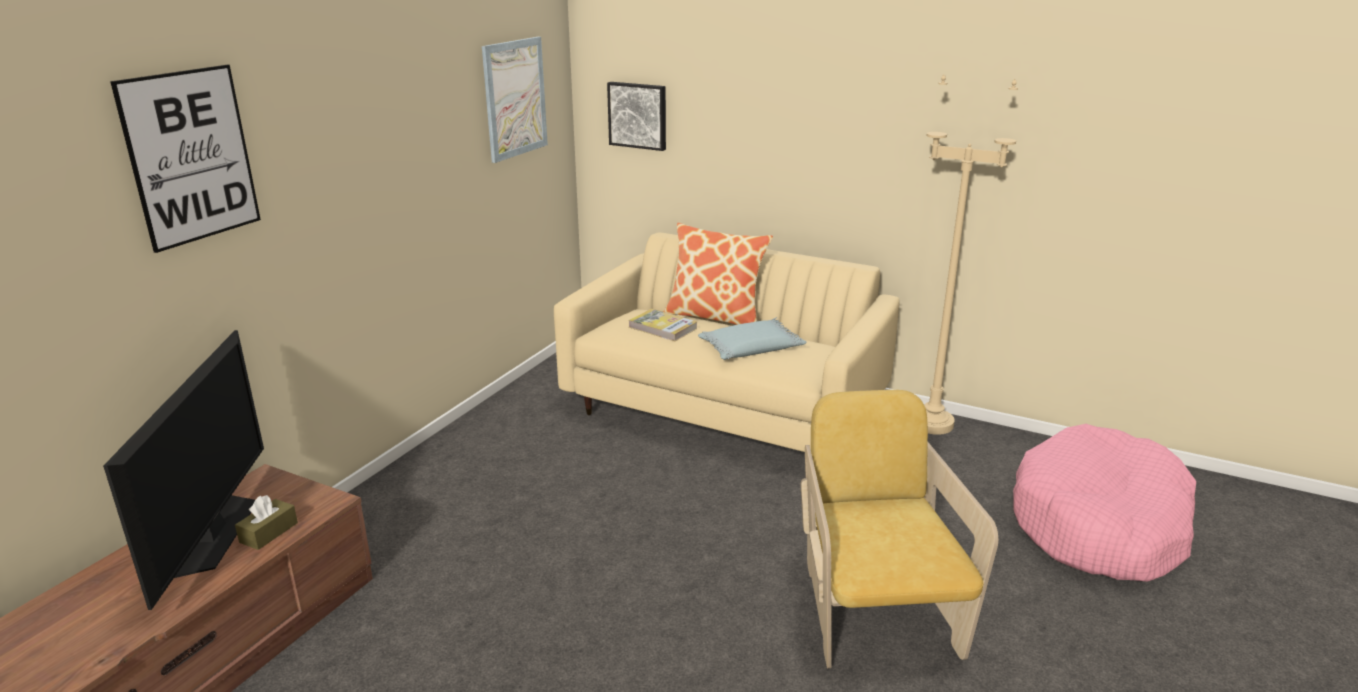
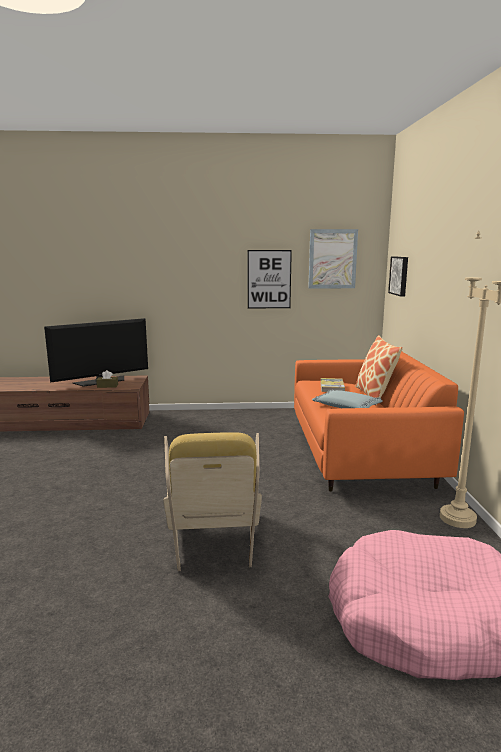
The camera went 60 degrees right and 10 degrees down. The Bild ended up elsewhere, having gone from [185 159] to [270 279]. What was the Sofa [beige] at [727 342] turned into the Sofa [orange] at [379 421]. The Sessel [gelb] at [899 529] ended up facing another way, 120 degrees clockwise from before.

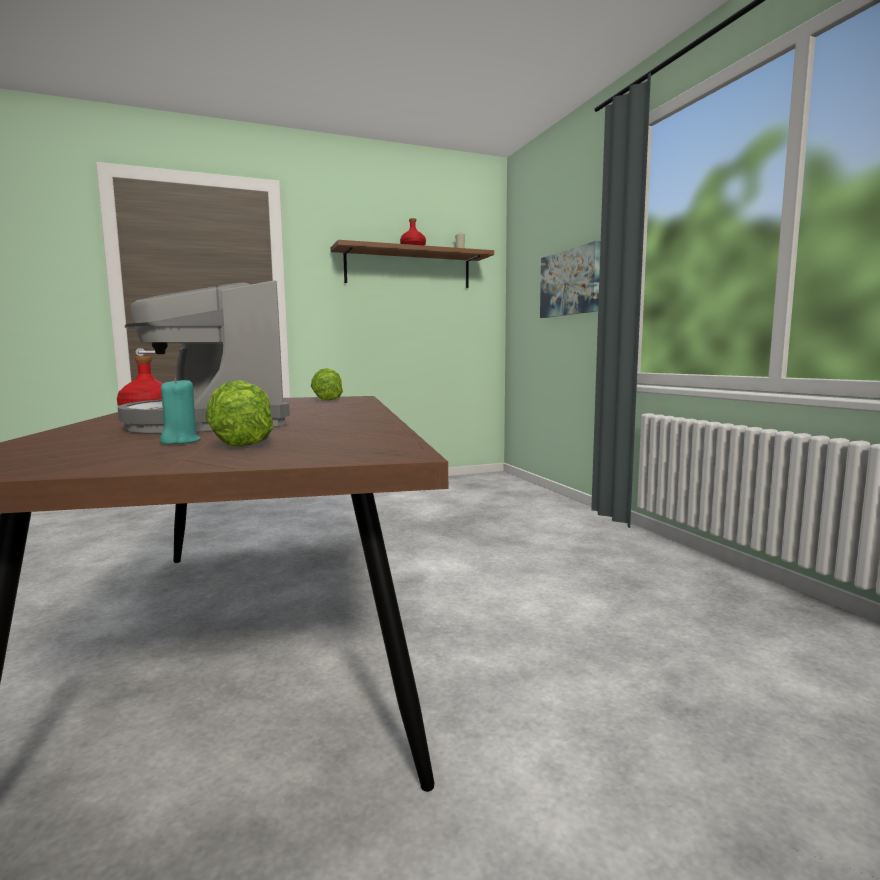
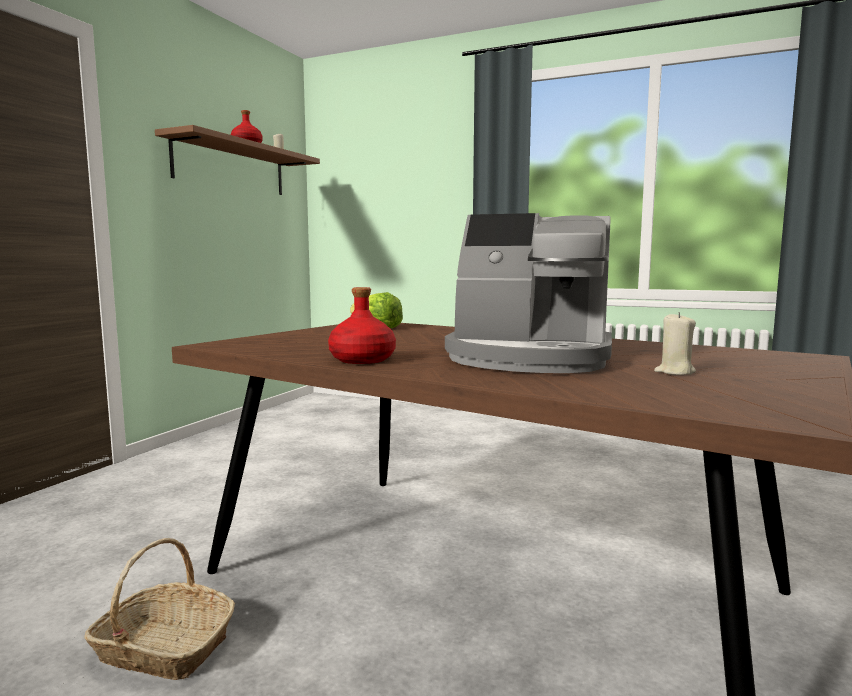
The camera went 45 degrees left and 0 degrees up. What was the Kerze [türkis] at [180 410] turned into the Kerze [beige] at [675 343]. The second view lost the Salatkopf at [239 413]. The second view lost the Bild at [570 279]. The second view gained the Korb at [160 609].

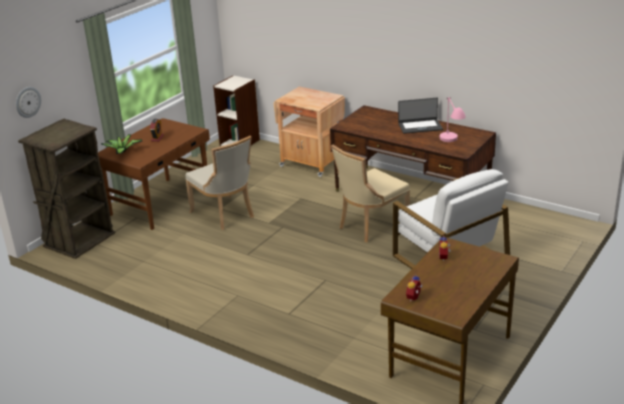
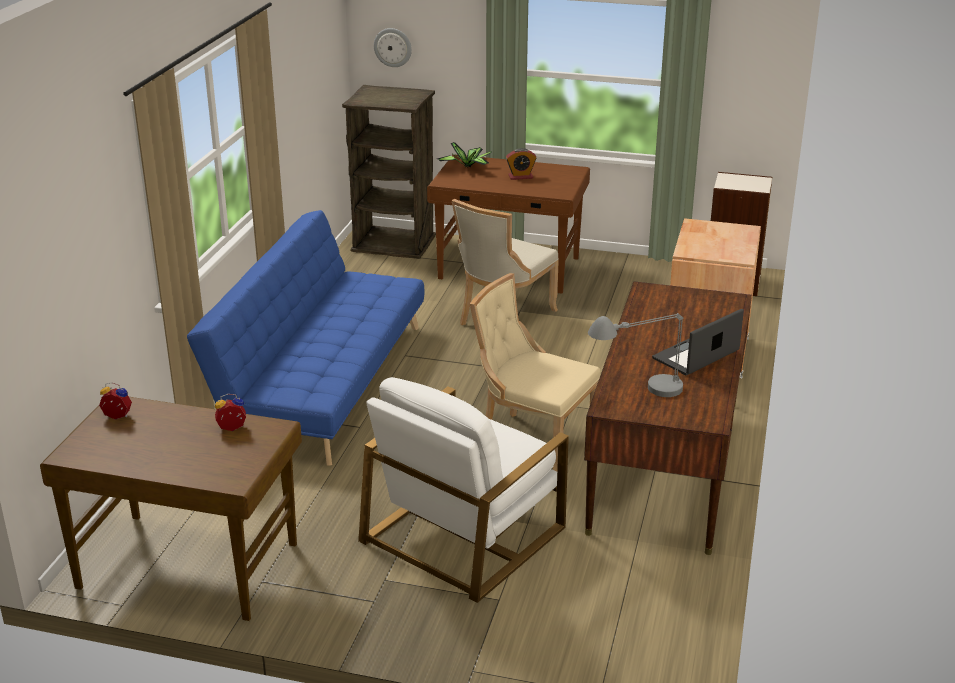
The camera went 70 degrees right and 0 degrees up. The Laptop at [420 116] ended up facing another way, 75 degrees clockwise from before. What was the Tischlampe [rosa] at [453 119] turned into the Tischlampe [grau] at [636 355]. The second view gained the Sofa [blau] at [305 338].

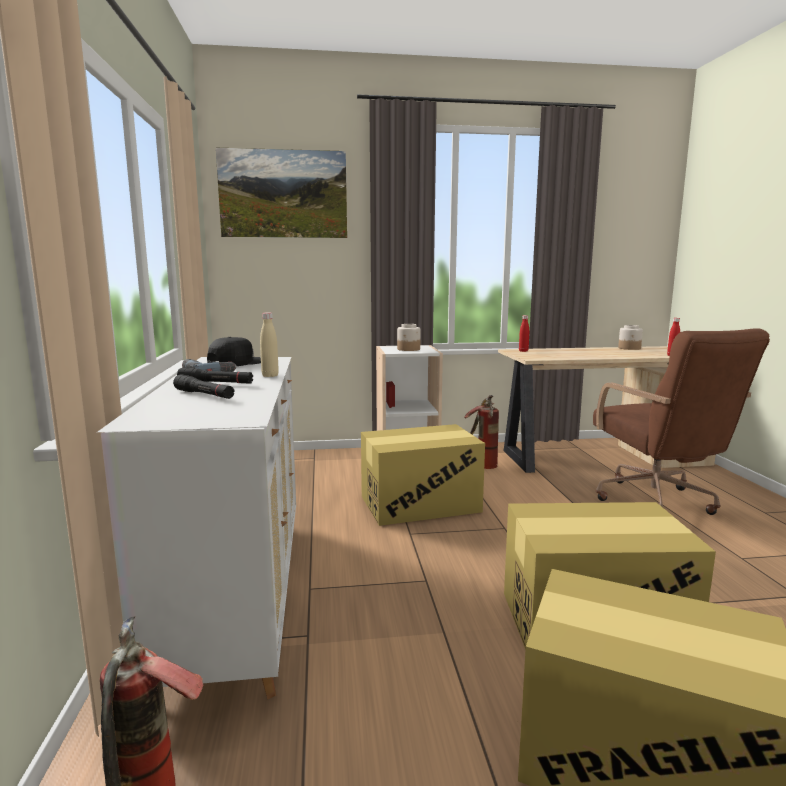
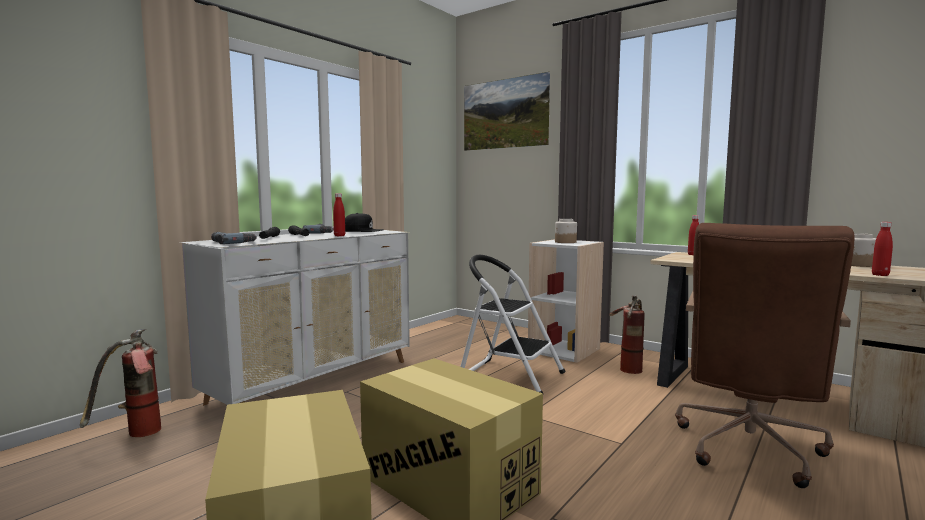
The camera went 45 degrees right and 5 degrees down. What was the Flasche [beige] at [269 344] turned into the Flasche [rot] at [339 214]. Where the Karton stood at [423 475], the Trittleiter came to stand at [513 324]. The second view gained the Bohrmaschine at [234 238].

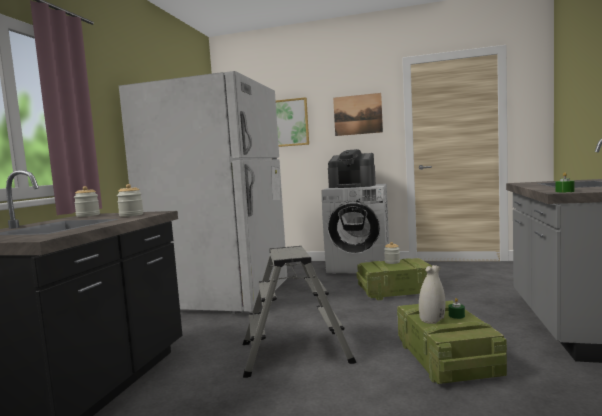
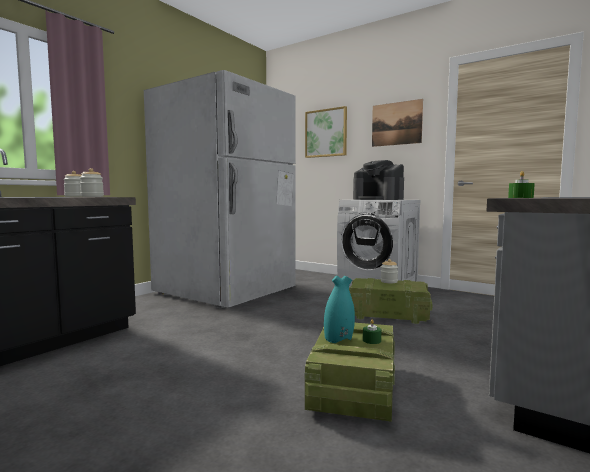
The camera went 20 degrees right and 0 degrees up. The second view lost the Trittleiter [grau] at [299 312]. What was the Vase [weiß] at [432 294] turned into the Vase [türkis] at [339 309].

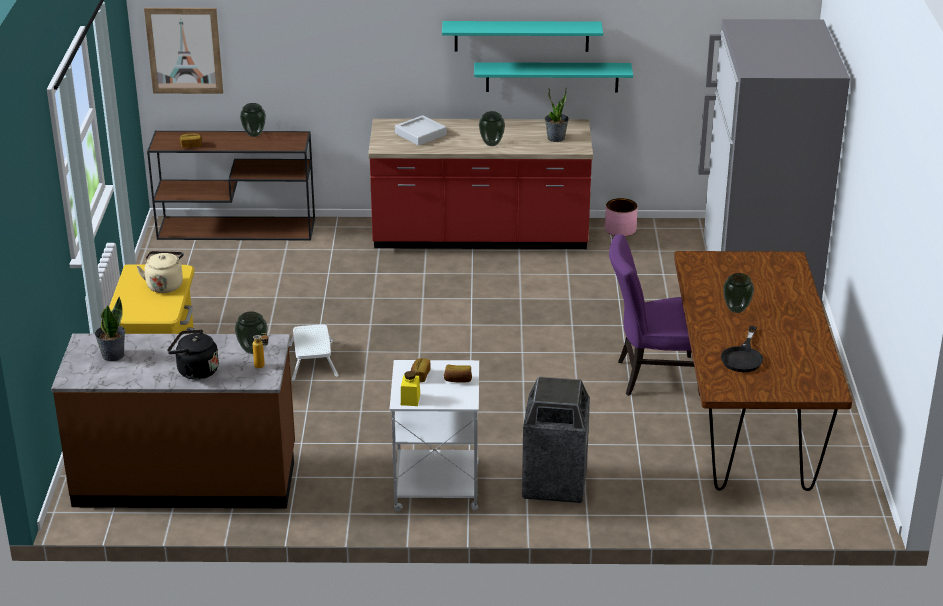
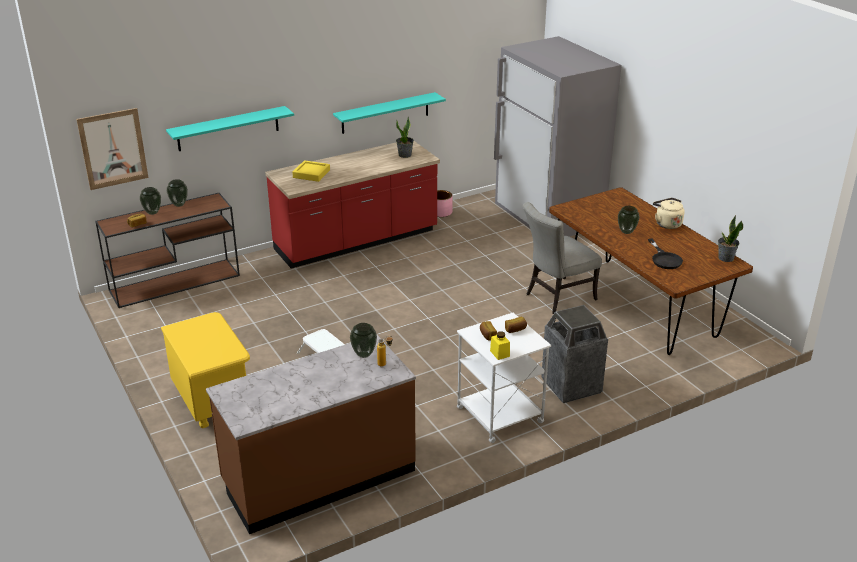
The camera went 30 degrees left and 0 degrees up. The Topfpflanze ended up elsewhere, having gone from [110 329] to [730 238]. The Wasserkessel [beige] ended up elsewhere, having gone from [160 272] to [669 213]. The second view lost the Wasserkessel [schwarz] at [193 355]. What was the Tablett [grau] at [421 130] turned into the Tablett [gelb] at [311 171]. The Wandregal [türkis] ended up elsewhere, having gone from [522 36] to [230 128]. The Vase ended up elsewhere, having gone from [492 128] to [150 201]. What was the Stuhl [lila] at [654 315] turned into the Stuhl [grau] at [562 258].

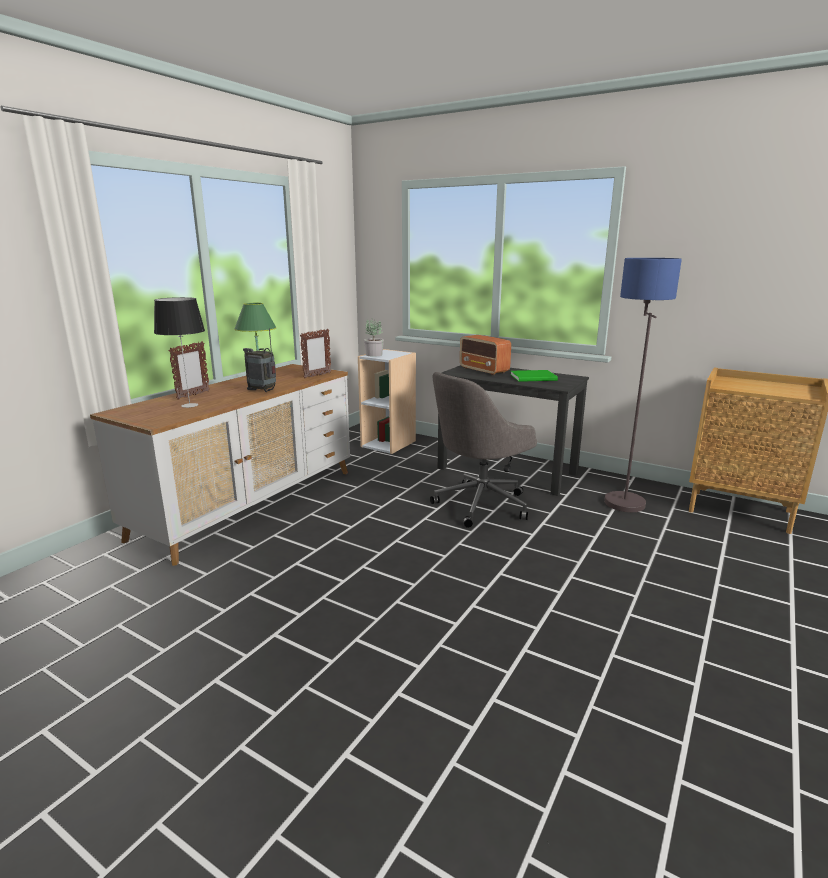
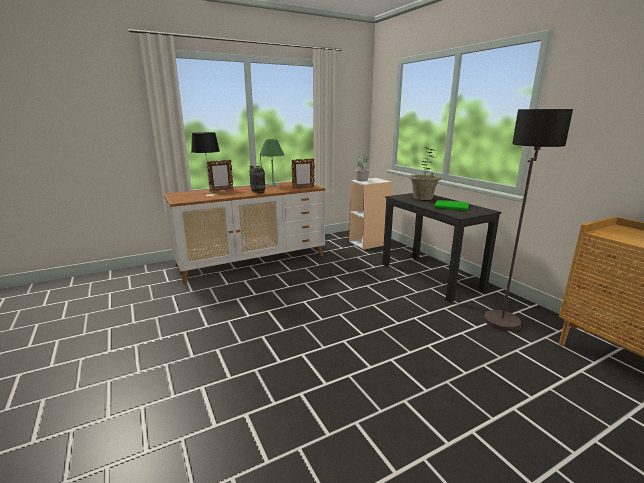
The camera went 30 degrees right and 0 degrees up. The second view lost the Bürostuhl [grau] at [483 450]. Where the Radio stood at [485 355], the Topfpflanze came to stand at [425 173]. What was the Stehlampe [blau] at [643 385] turned into the Stehlampe [schwarz] at [528 220].

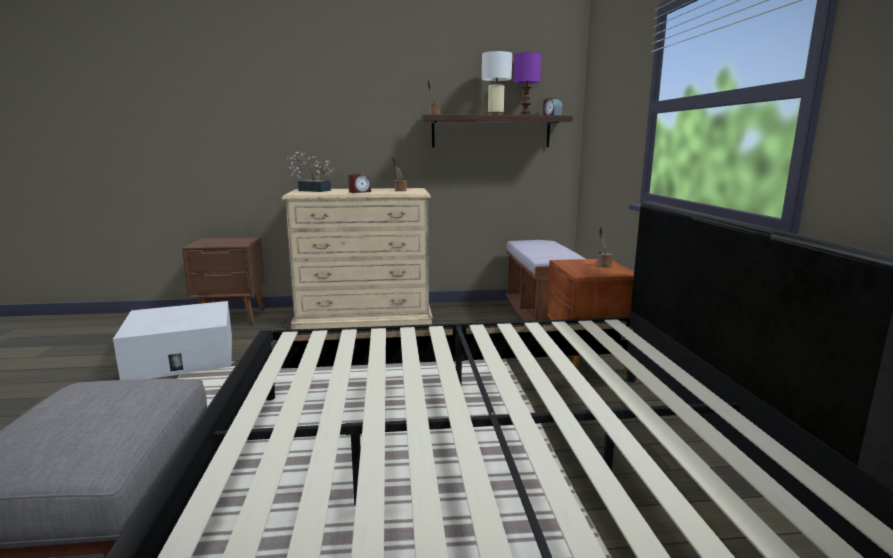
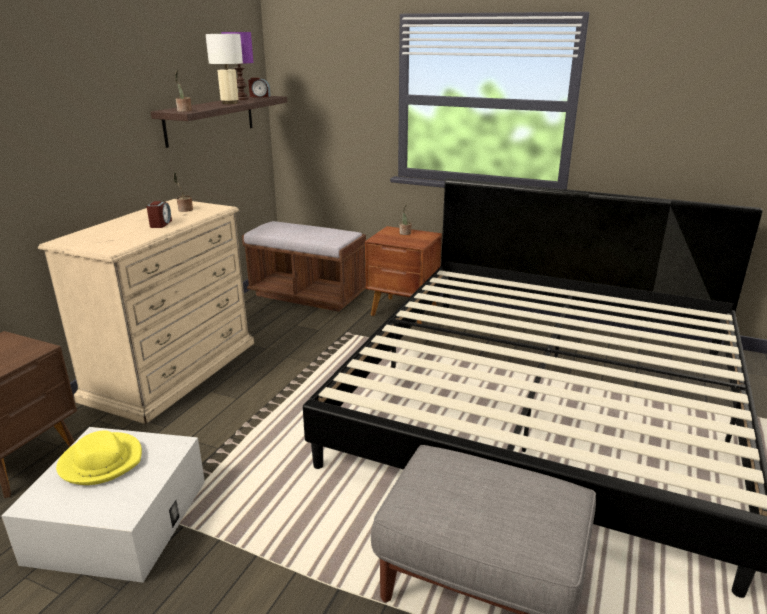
The camera went 60 degrees left and 10 degrees up. The second view lost the Topfpflanze at [311 171]. The second view gained the Hut [gelb] at [99 458].

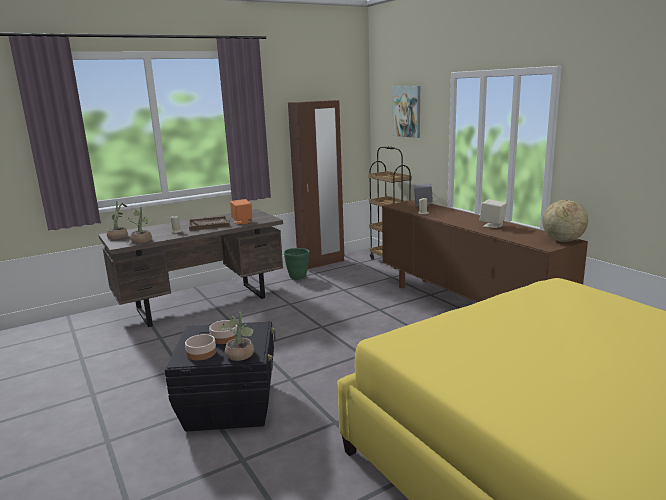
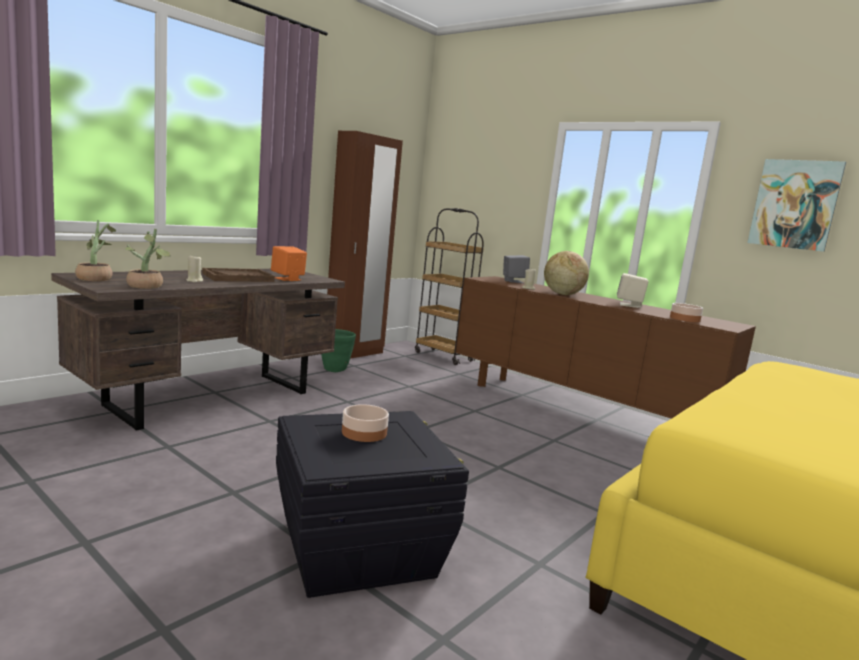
The camera went 20 degrees left and 5 degrees down. The Schüssel ended up elsewhere, having gone from [200 347] to [686 312]. The second view lost the Topfpflanze at [237 336]. The Bild ended up elsewhere, having gone from [406 112] to [796 205]. The Globus ended up elsewhere, having gone from [565 221] to [566 273].

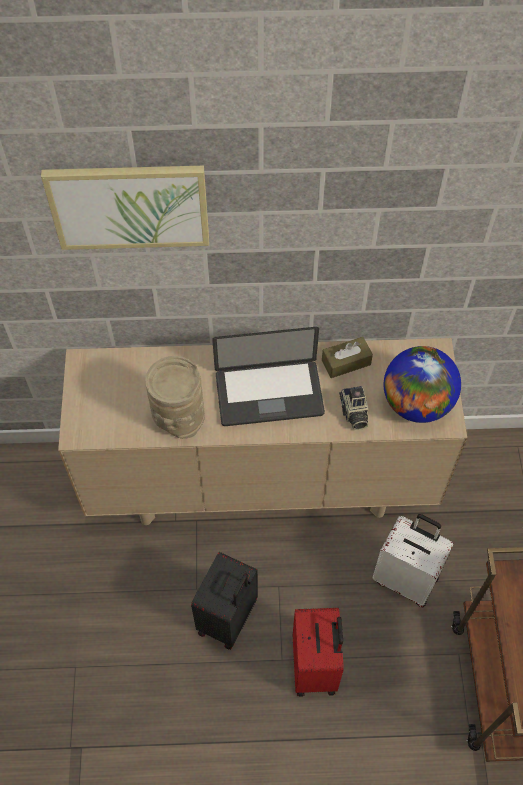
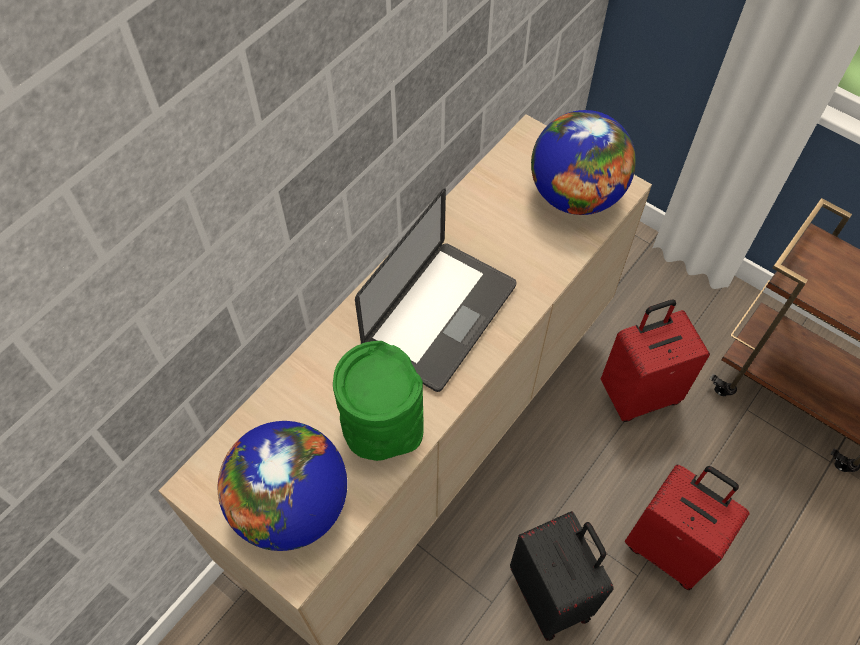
The camera went 50 degrees left and 0 degrees up. The second view lost the Bild at [125 208]. What was the Vase [beige] at [175 397] turned into the Vase [grün] at [378 401]. The second view lost the Taschentuchbox [braun] at [347 357]. The second view lost the Kamera at [353 408]. What was the Koffer [weiß] at [413 560] turned into the Koffer [rot] at [655 360]. The second view gained the Globus at [282 486].

